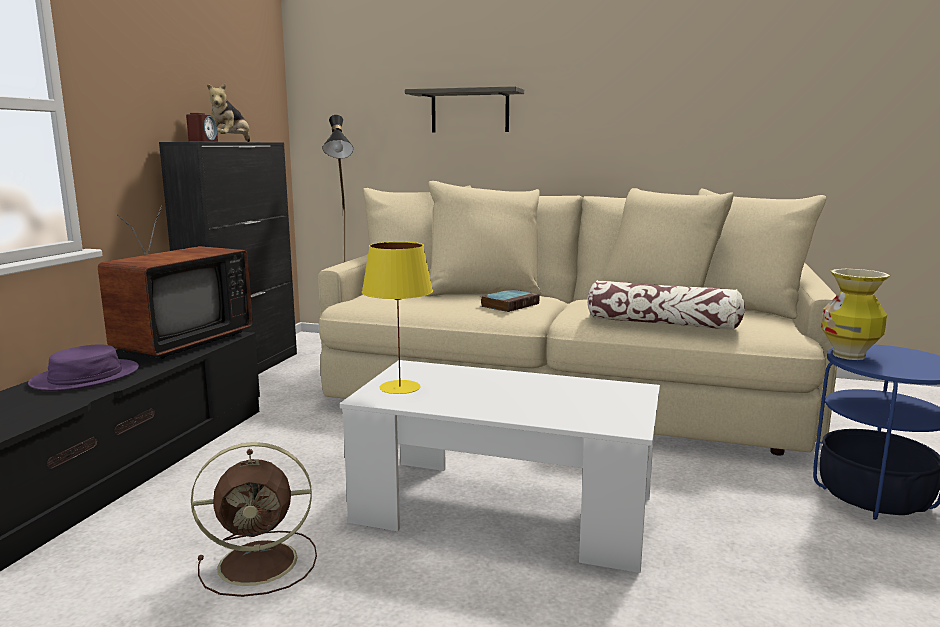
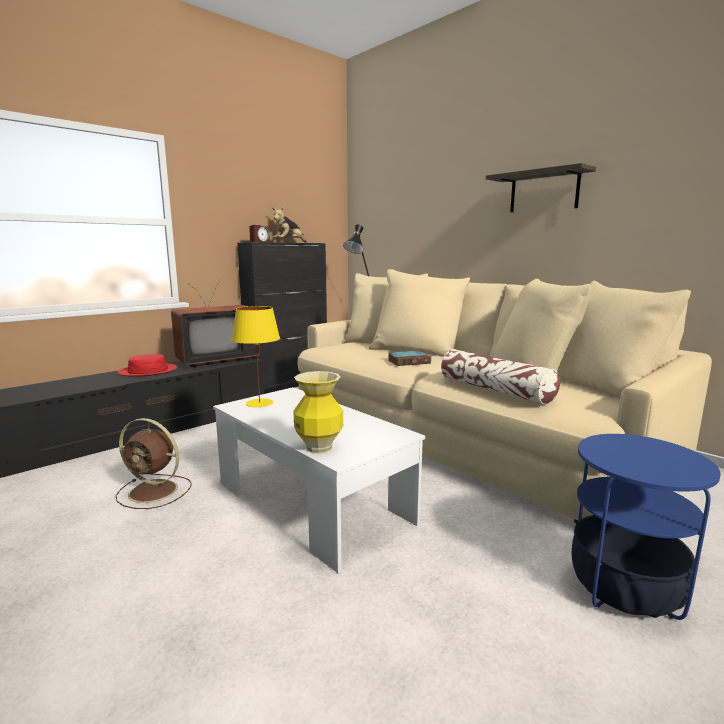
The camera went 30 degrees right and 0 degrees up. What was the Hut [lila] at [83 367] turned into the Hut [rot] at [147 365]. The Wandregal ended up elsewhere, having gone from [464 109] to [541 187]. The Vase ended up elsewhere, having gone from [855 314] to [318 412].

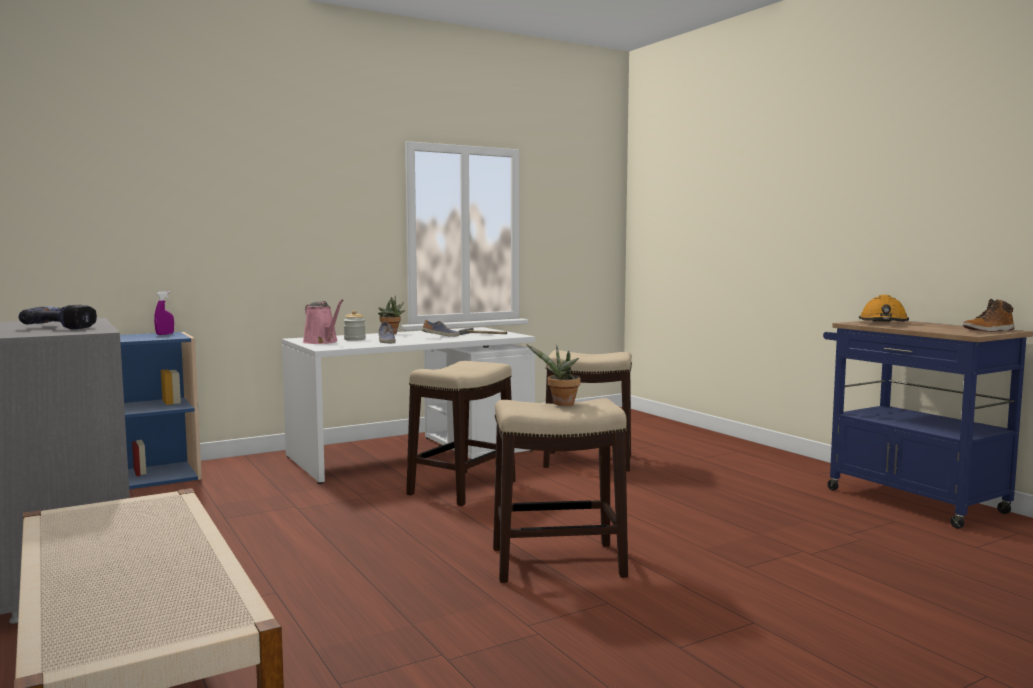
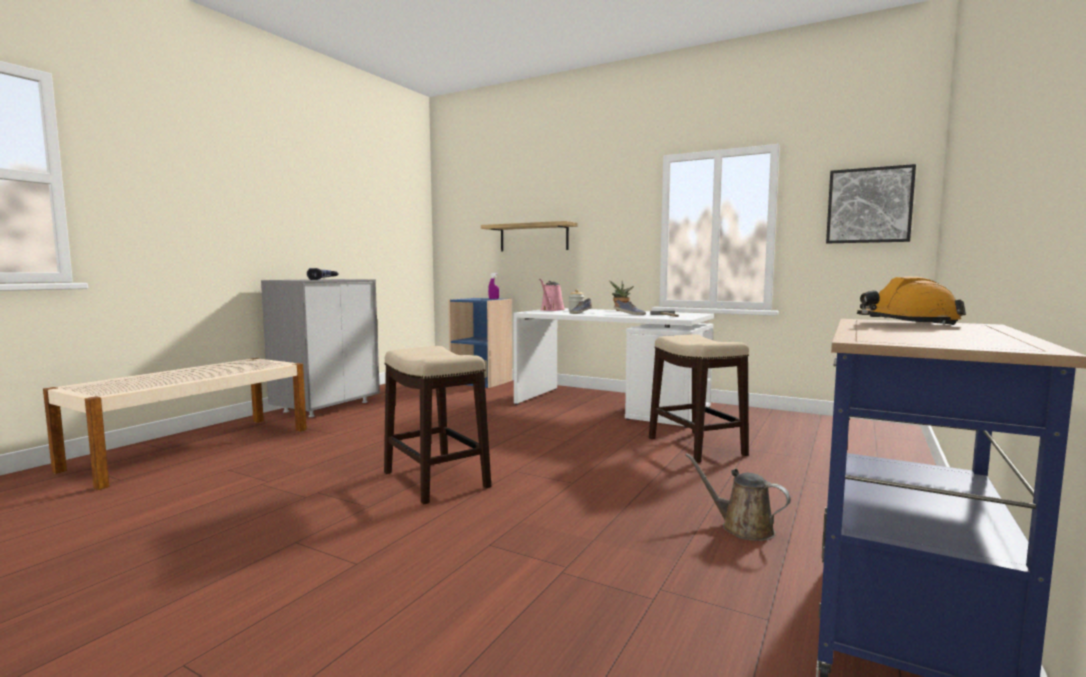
The camera went 60 degrees right and 0 degrees up. The second view lost the Hocker at [461 433]. The second view lost the Topfpflanze at [553 375]. The second view lost the Stiefel at [988 315]. The second view gained the Wandregal at [529 236]. The second view gained the Gießkanne [braun] at [738 497]. The second view gained the Bild at [871 203].

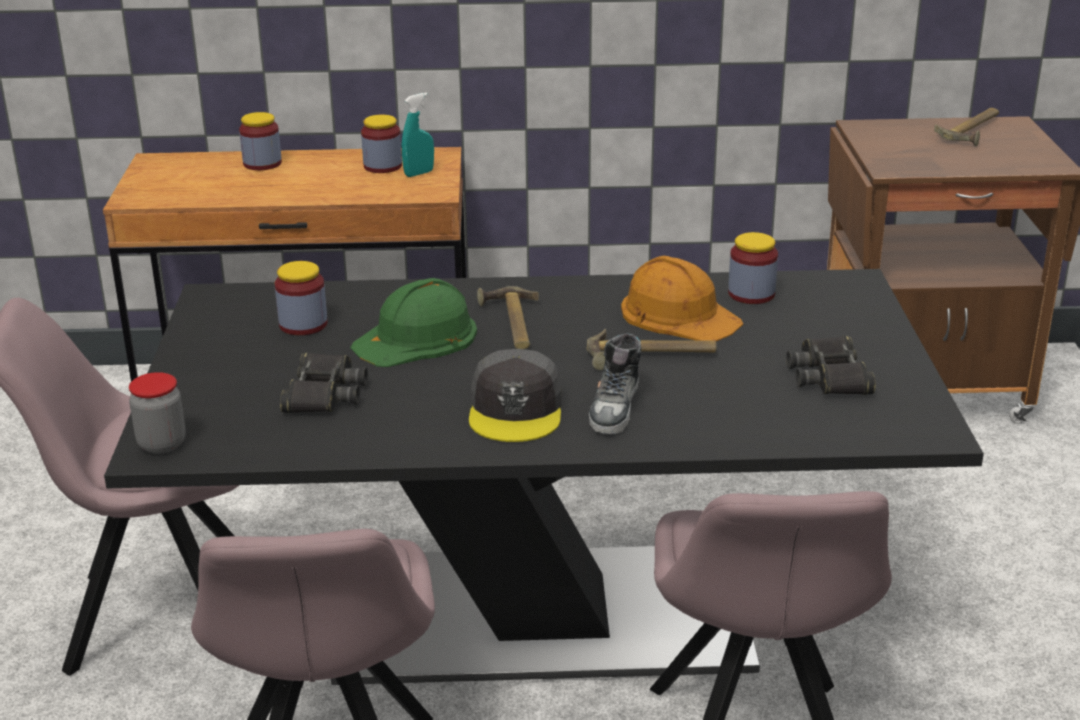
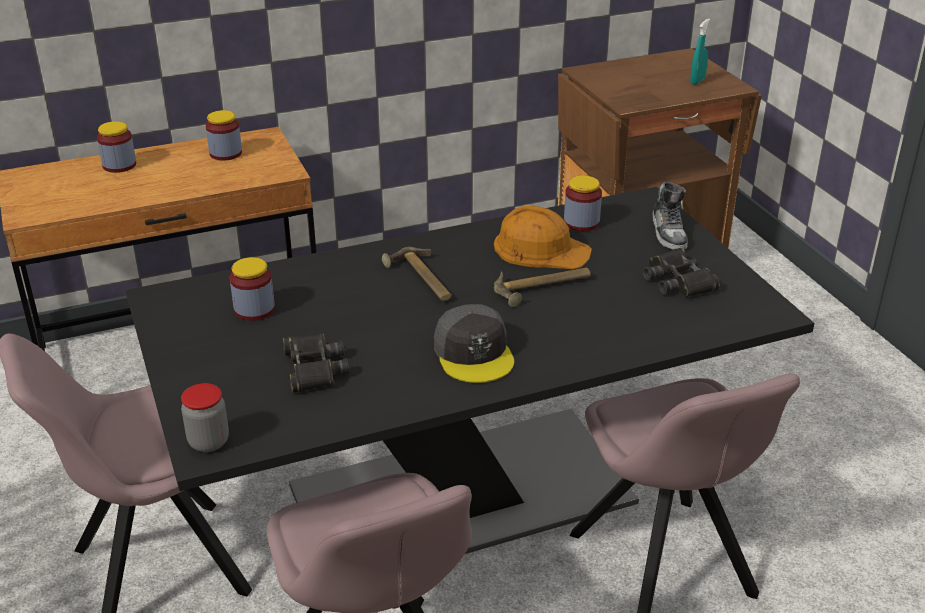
The camera went 20 degrees left and 5 degrees up. The second view lost the Schutzhelm [grün] at [413 322]. The Sprühflasche [türkis] ended up elsewhere, having gone from [418 135] to [700 51]. The Schuh ended up elsewhere, having gone from [615 384] to [670 216]. The second view lost the Hammer at [966 127].

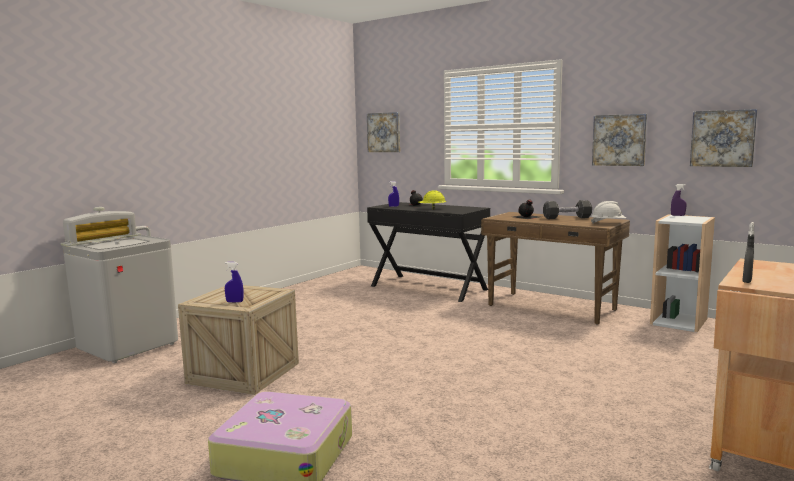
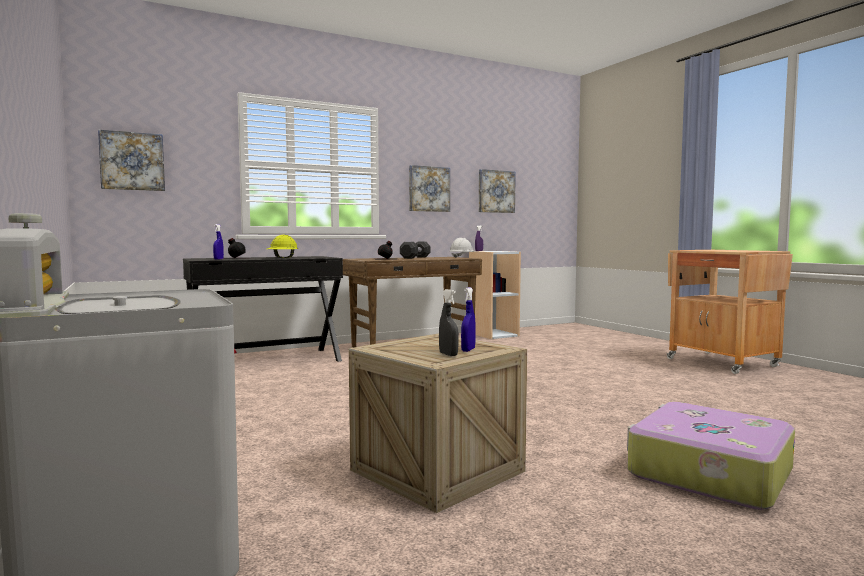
The camera went 65 degrees left and 5 degrees down. The Sprühflasche [grau] ended up elsewhere, having gone from [748 252] to [449 322].

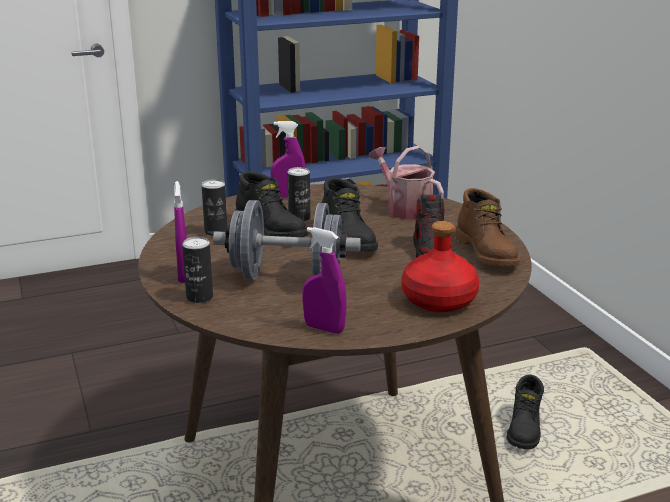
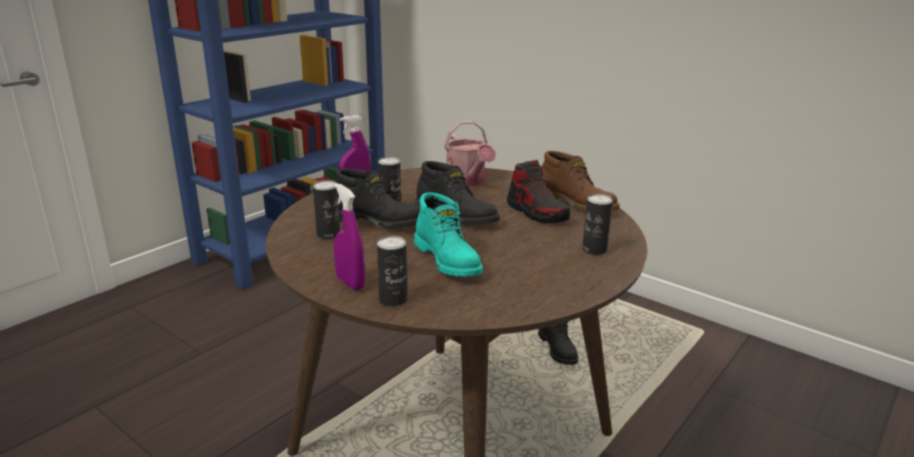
The camera went 30 degrees left and 0 degrees up. Where the Hantel [grau] stood at [287 240], the Stiefel [türkis] came to stand at [448 234]. The second view lost the Sprühflasche [lila] at [324 280]. The Gießkanne at [406 182] ended up facing another way, 135 degrees counterclockwise from before. Where the Flasche [rot] stood at [440 266], the Dose came to stand at [597 224].

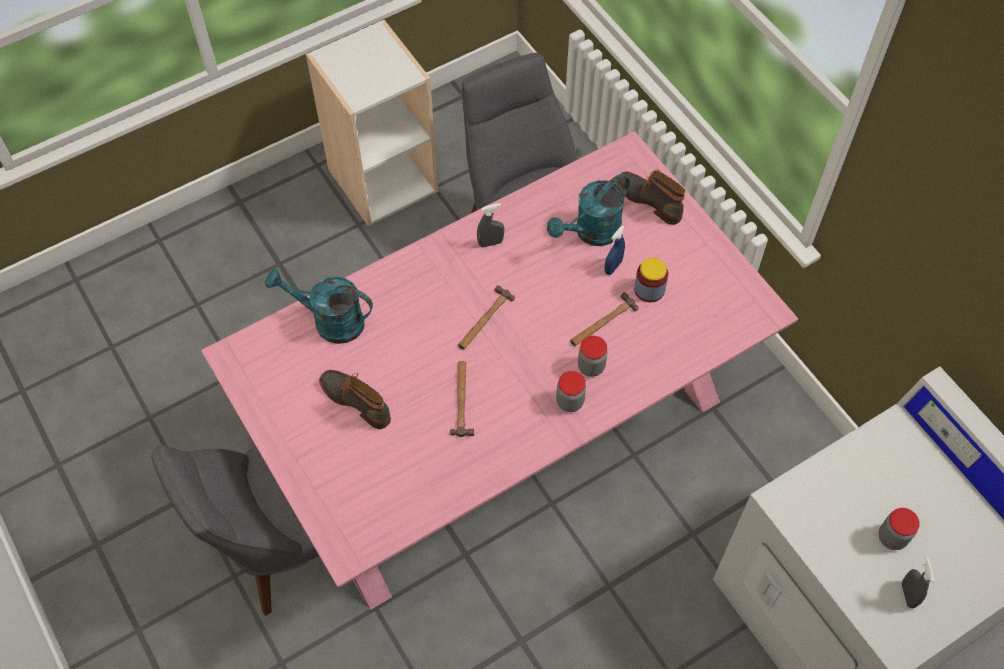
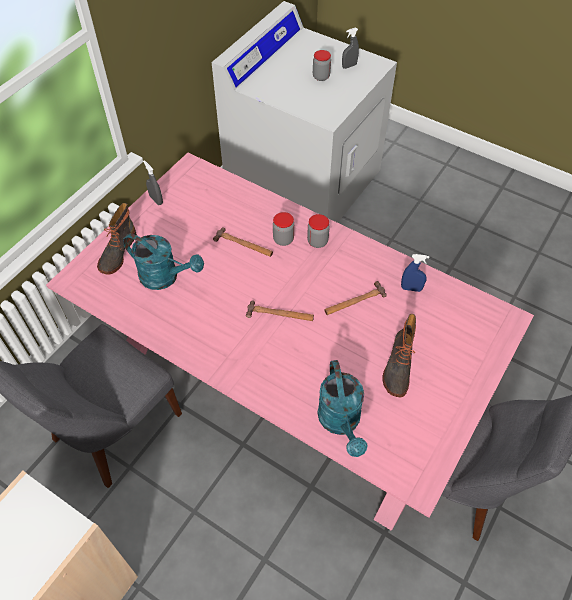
The camera went 115 degrees left and 5 degrees down. The Sprühflasche [grau] ended up elsewhere, having gone from [490 225] to [153 182]. The Sprühflasche [blau] ended up elsewhere, having gone from [614 250] to [415 273]. The second view lost the Vorratsglas at [651 280].

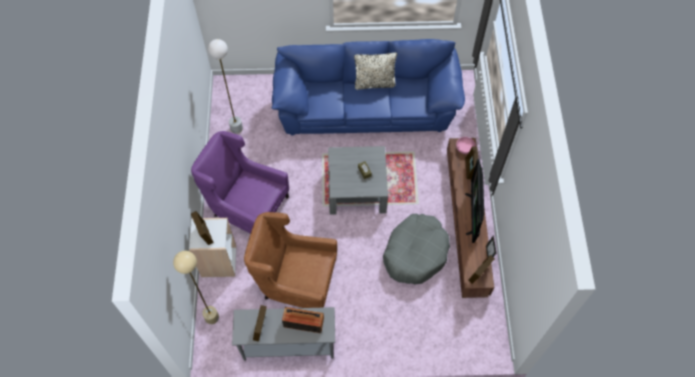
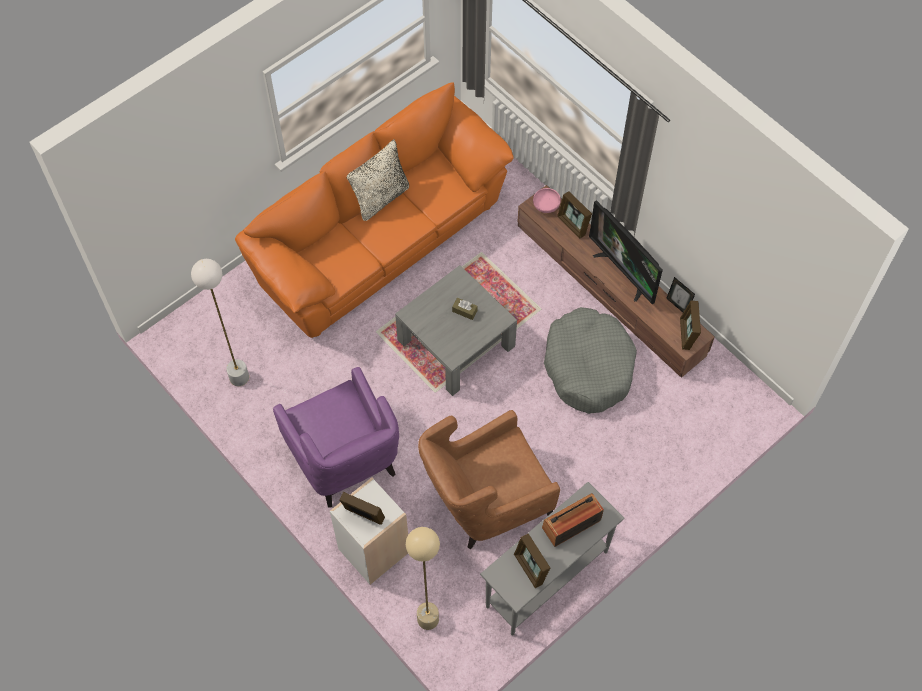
The camera went 40 degrees left and 0 degrees up. The Sessel [lila] at [240 182] ended up facing another way, 105 degrees counterclockwise from before. What was the Sofa [blau] at [368 87] turned into the Sofa [orange] at [374 210].

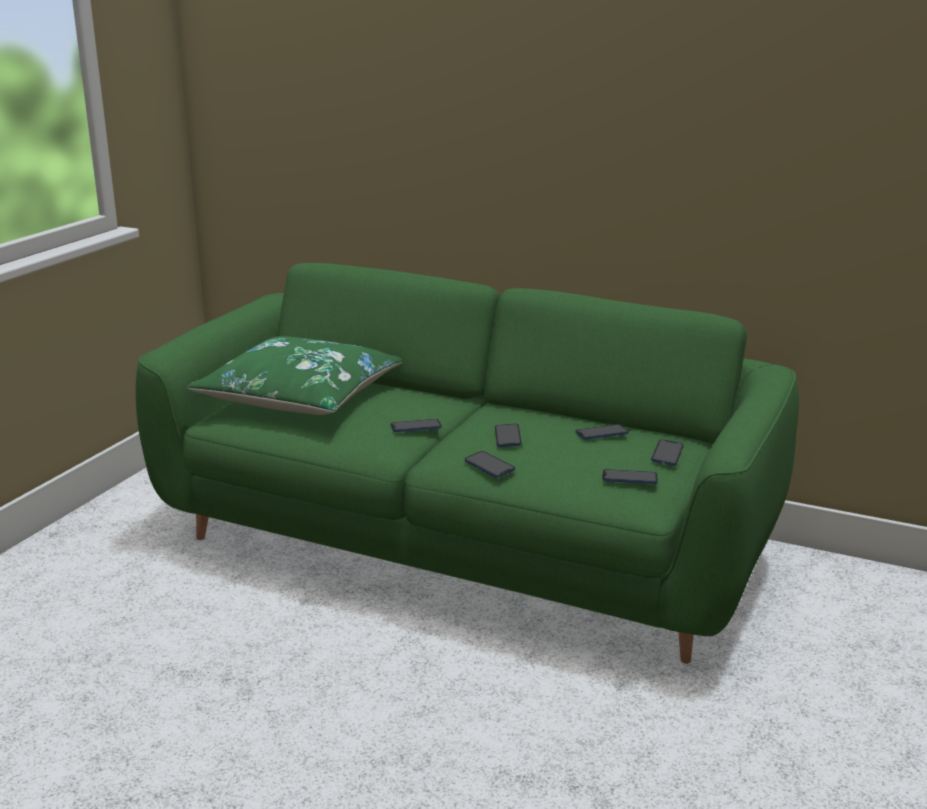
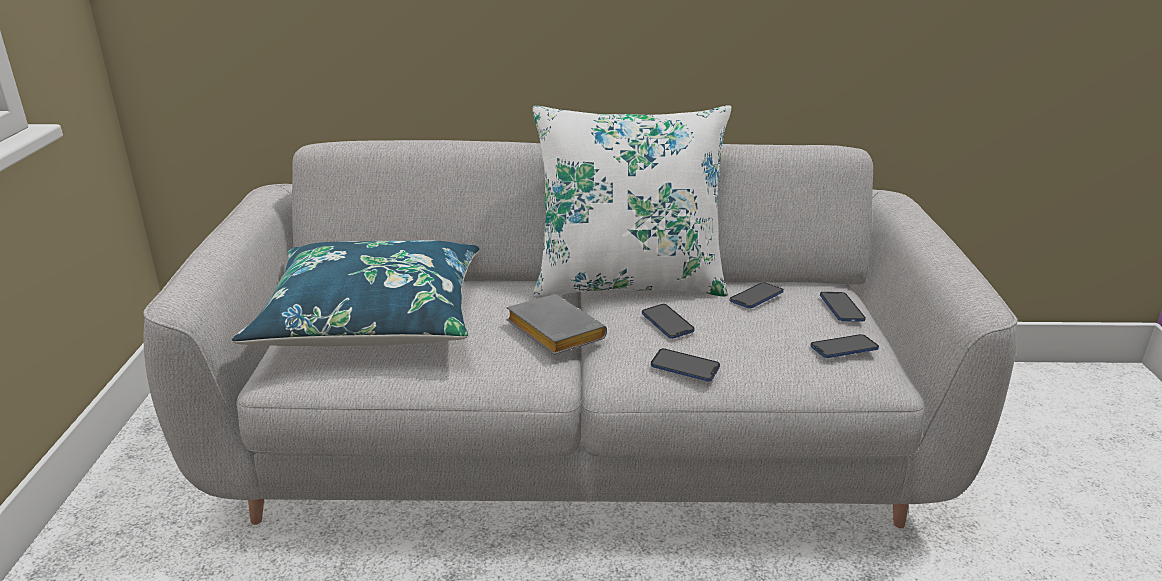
The camera went 25 degrees left and 5 degrees up. What was the Sofa [grün] at [467 463] turned into the Sofa [grau] at [580 334]. What was the Kissen [grün] at [294 375] turned into the Kissen [blau] at [355 293]. Where the Handy stood at [416 425], the Buch [grau] came to stand at [556 324]. The second view gained the Kissen [weiß] at [632 201].

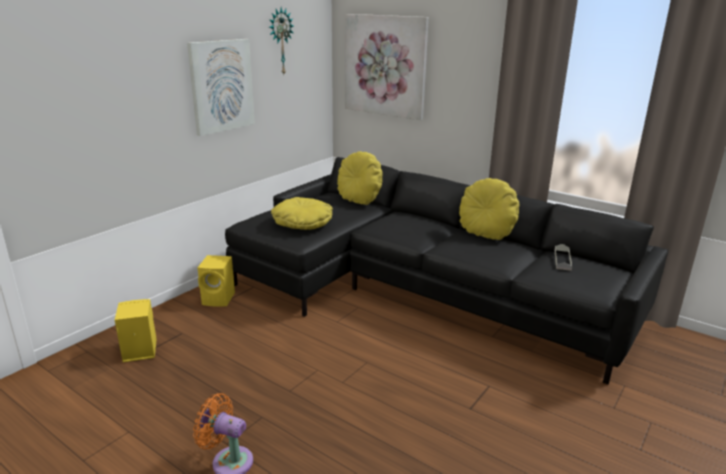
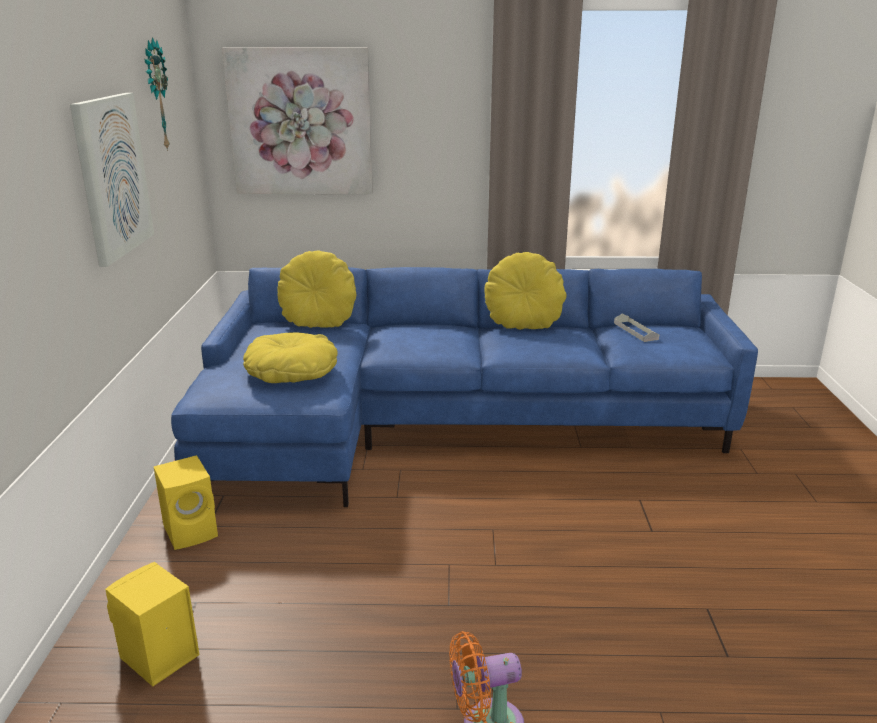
The camera went 35 degrees left and 0 degrees up. What was the Sofa [schwarz] at [446 270] turned into the Sofa [blau] at [464 387].

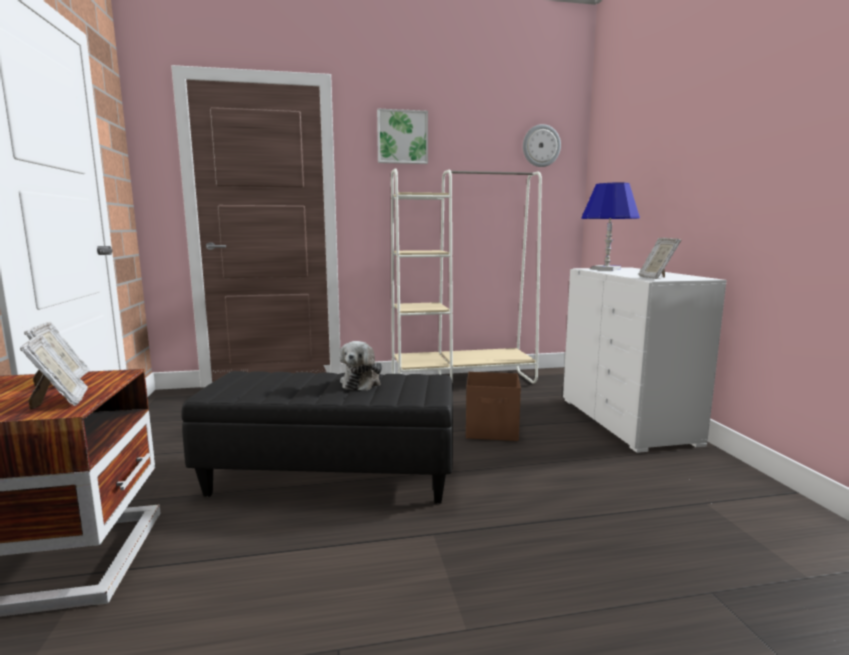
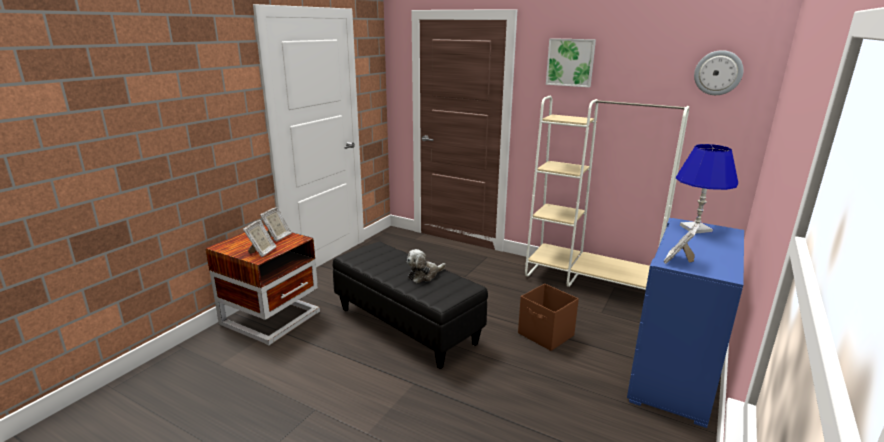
The camera went 40 degrees right and 10 degrees up. What was the Kommode [weiß] at [644 360] turned into the Kommode [blau] at [685 323].

